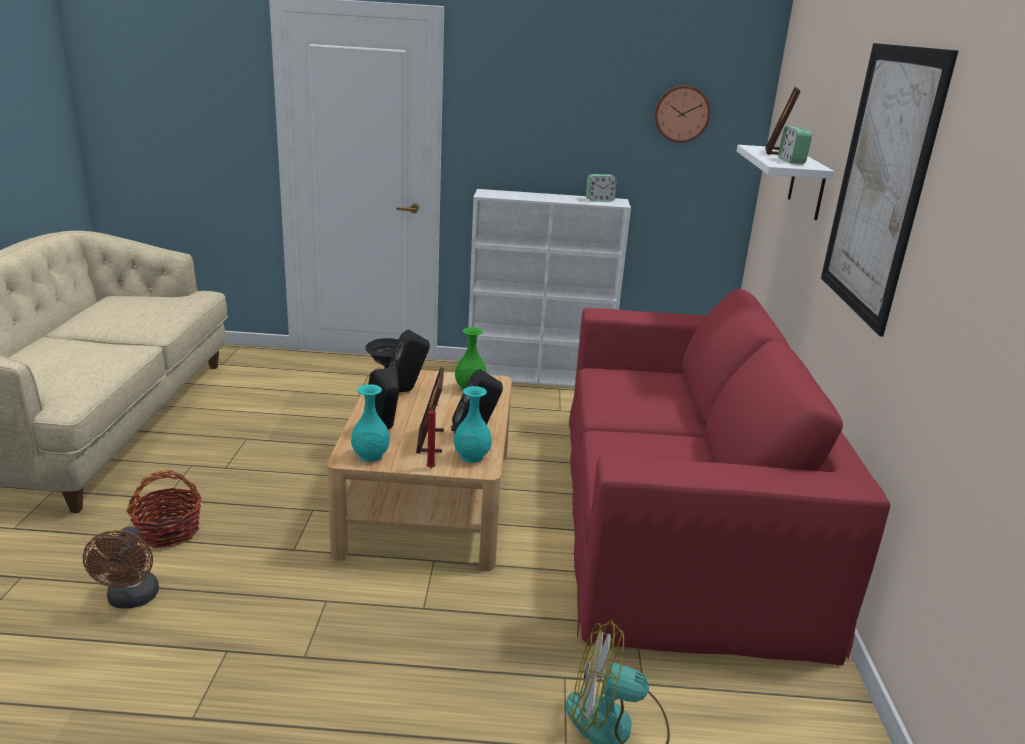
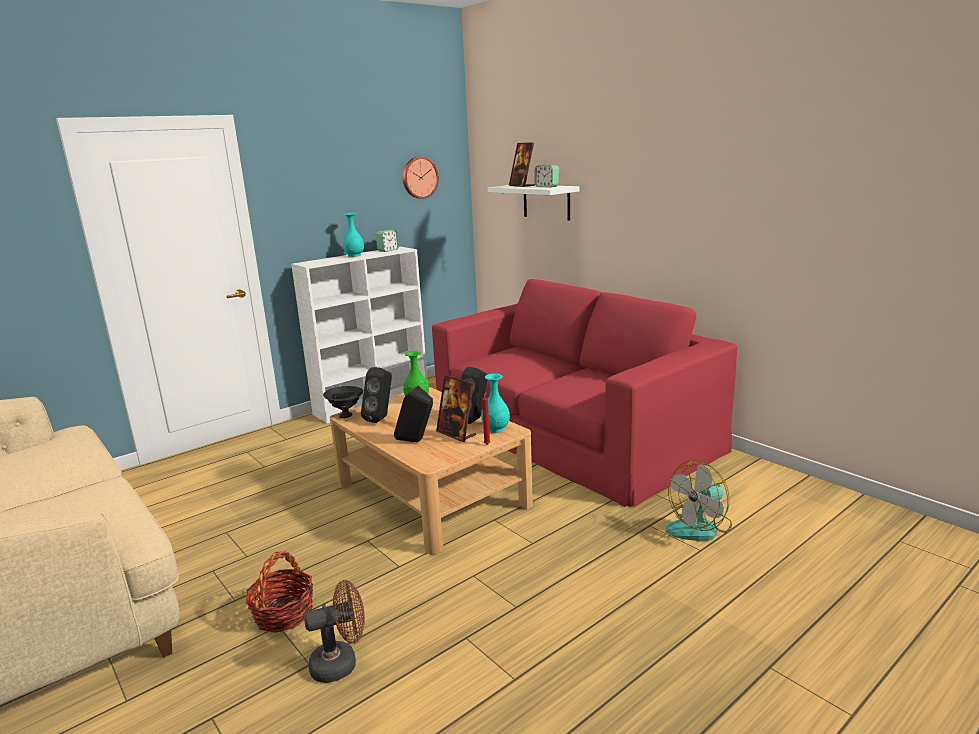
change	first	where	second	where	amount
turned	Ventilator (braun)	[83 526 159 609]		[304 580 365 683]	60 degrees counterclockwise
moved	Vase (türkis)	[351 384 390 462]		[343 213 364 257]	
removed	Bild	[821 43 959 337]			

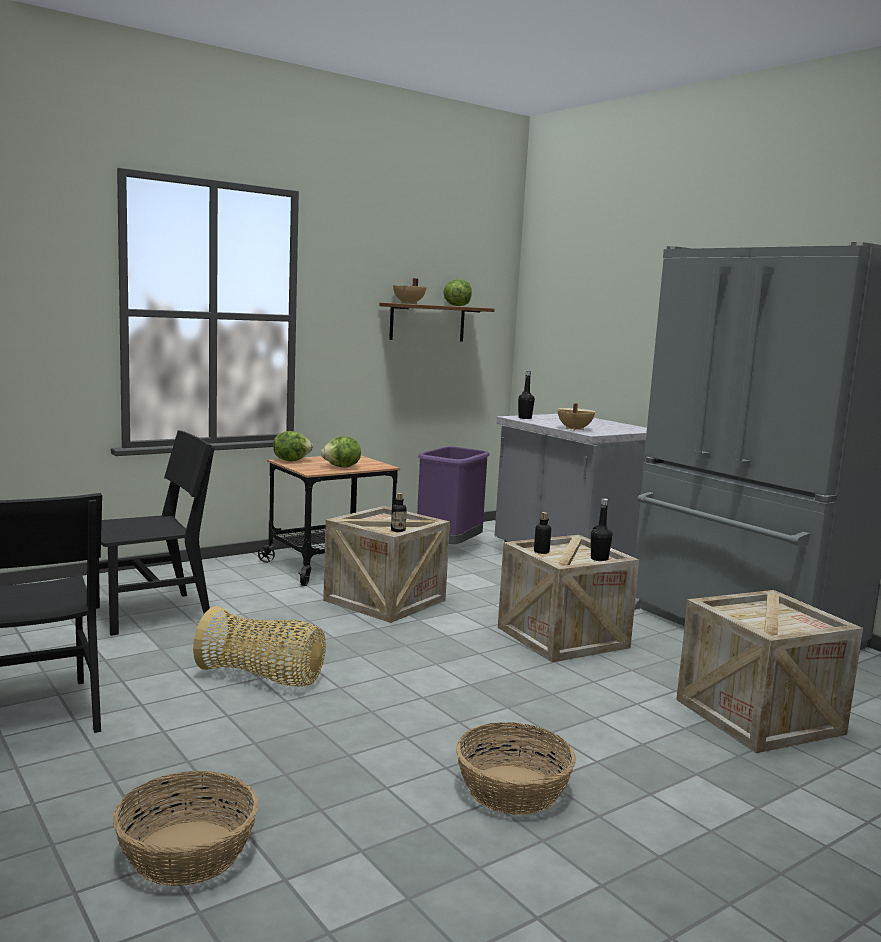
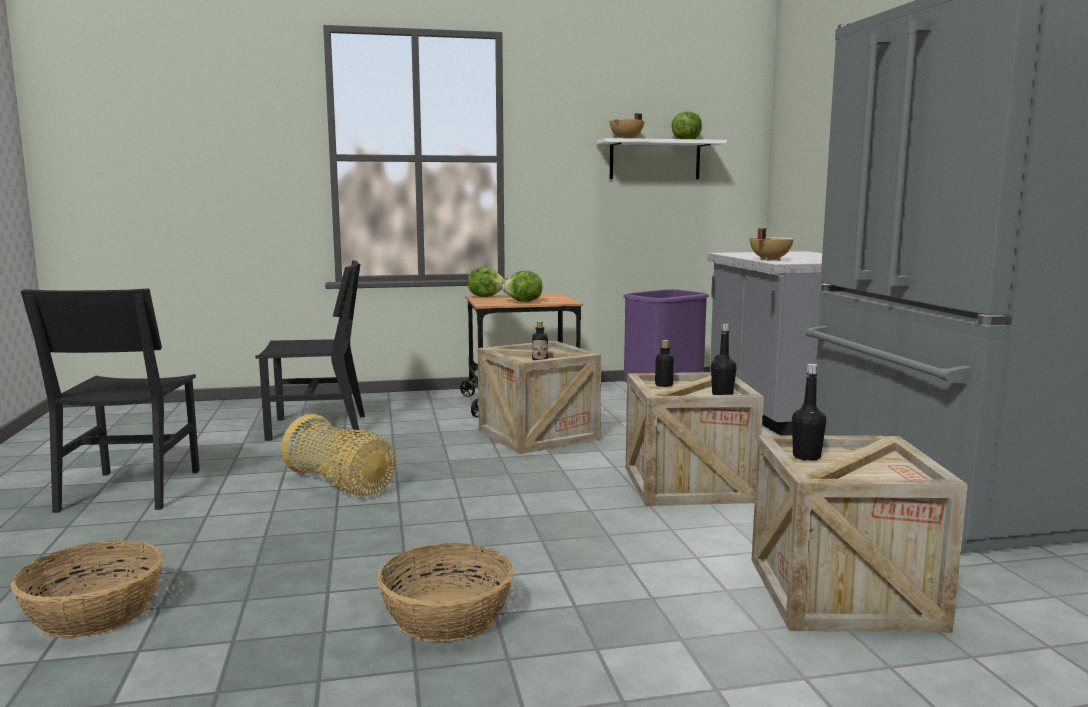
change	first	where	second	where	amount
recoloured	Wandregal (braun)	[379 303 494 341]	Wandregal (weiß)	[597 138 727 179]	
moved	Flasche (schwarz)	[518 371 535 419]		[792 364 826 461]	

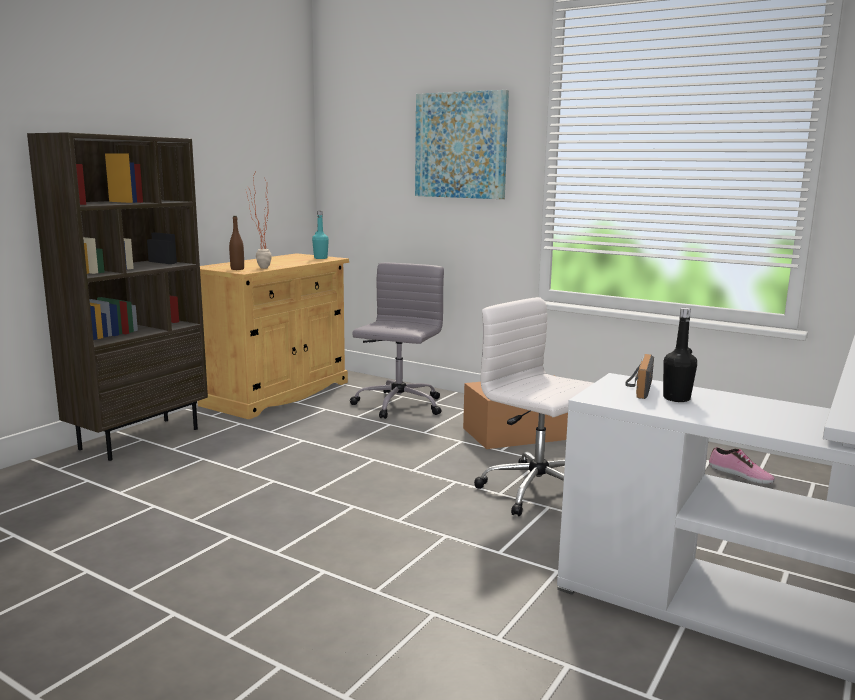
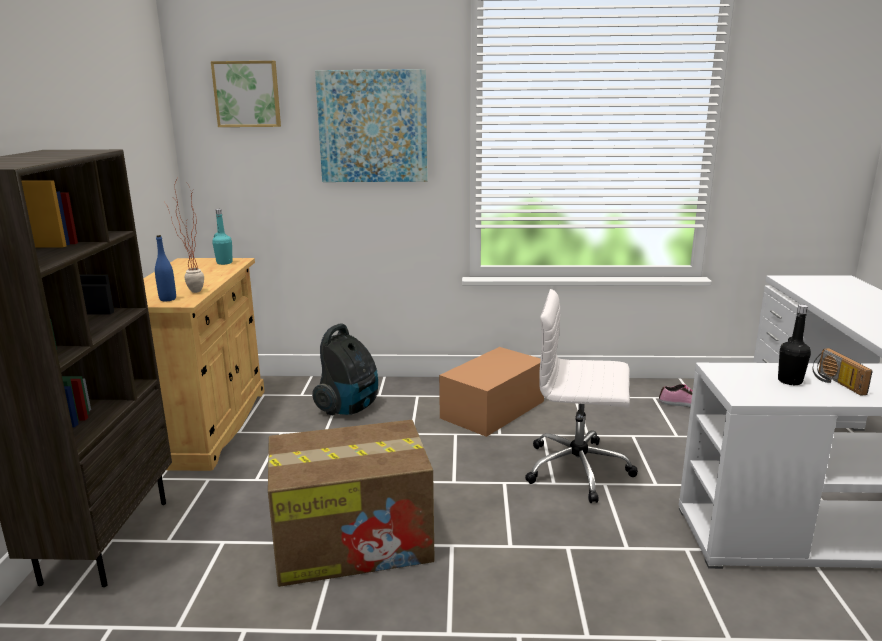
change	first	where	second	where	amount
recoloured	Flasche (braun)	[229 216 244 270]	Flasche (blau)	[155 235 176 301]	
replaced	Bürostuhl (grau)	[350 263 444 419]	Staubsauger	[312 323 378 416]	
moved	Radio	[625 354 654 399]		[813 348 873 396]	
added			Bild	[211 61 281 127]	
added			Karton	[268 420 435 587]	

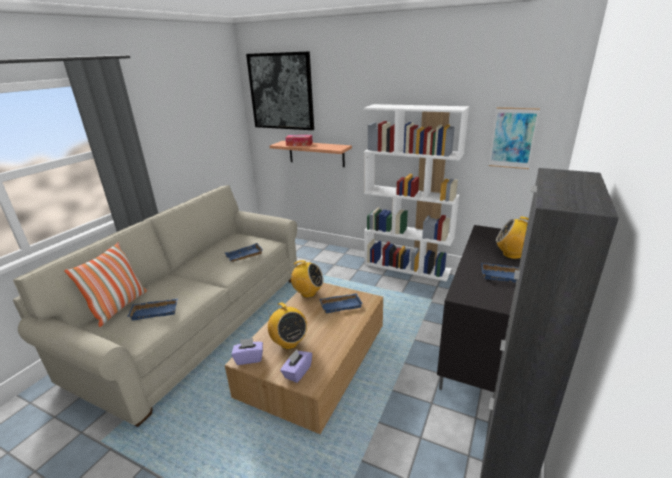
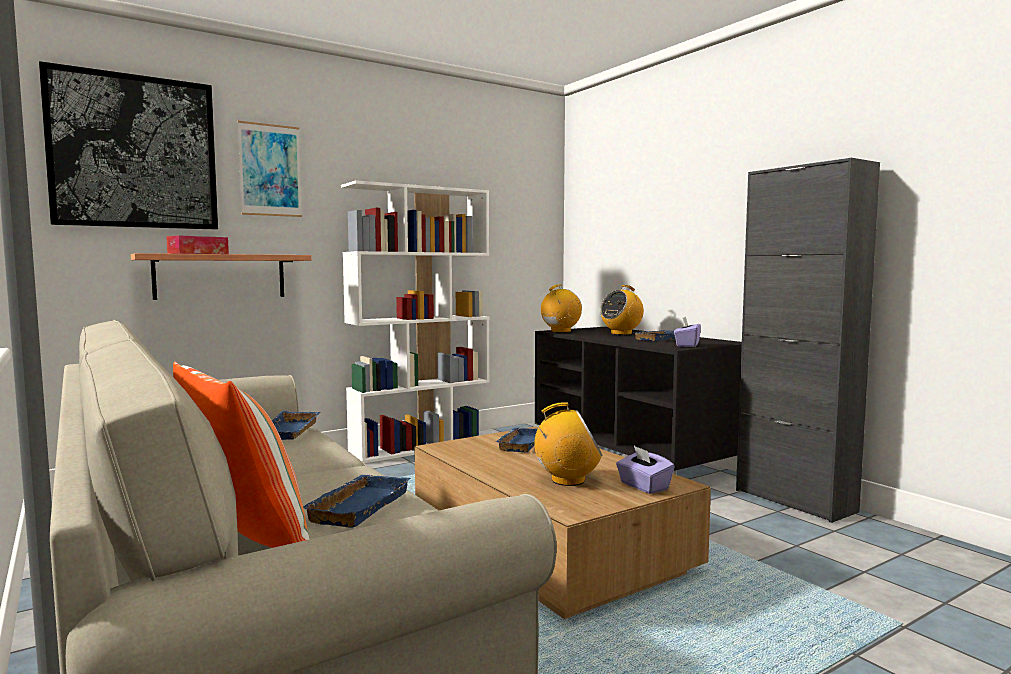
change	first	where	second	where	amount
moved	Taschentuchbox (lila)	[231 338 263 365]		[674 316 701 347]	
moved	Radio	[289 260 324 298]		[541 284 582 333]	
moved	Bild	[488 107 540 169]		[237 121 302 217]	

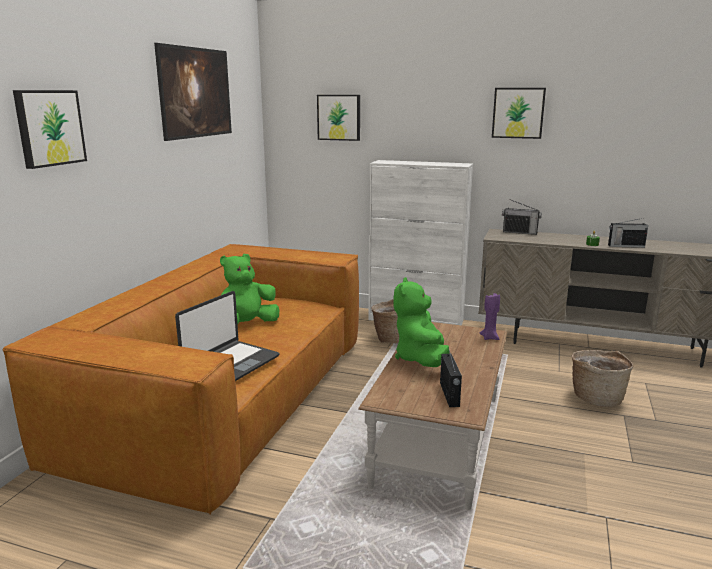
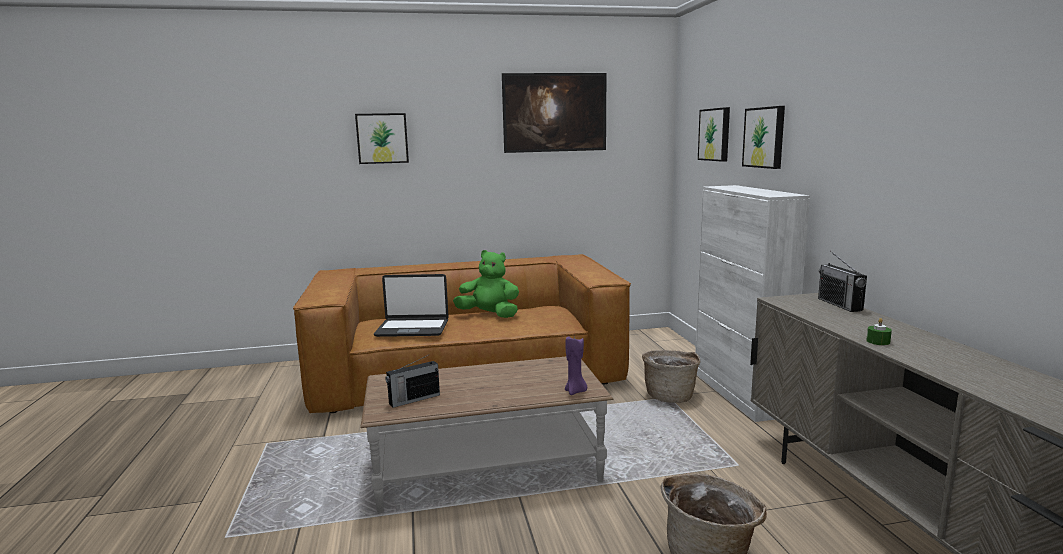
change	first	where	second	where	amount
removed	Plüschtier (grün)	[394 277 450 367]			
moved	Bild	[492 88 546 139]		[742 106 785 169]	
removed	Radio	[608 218 648 248]			

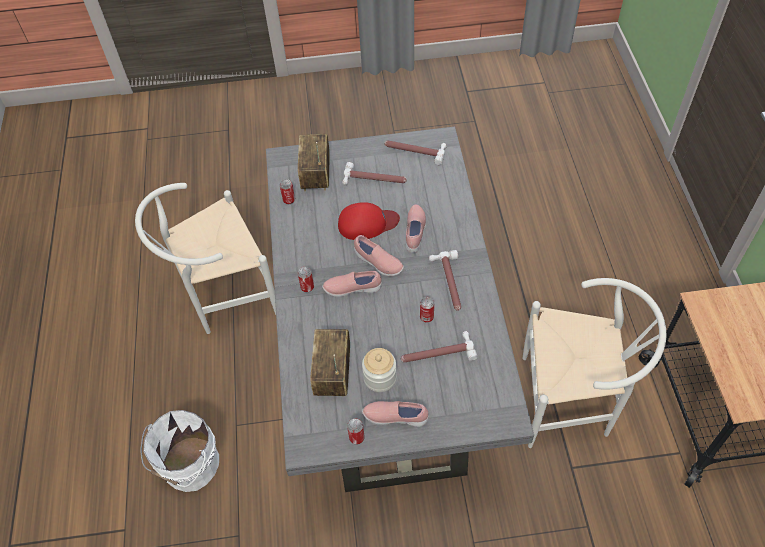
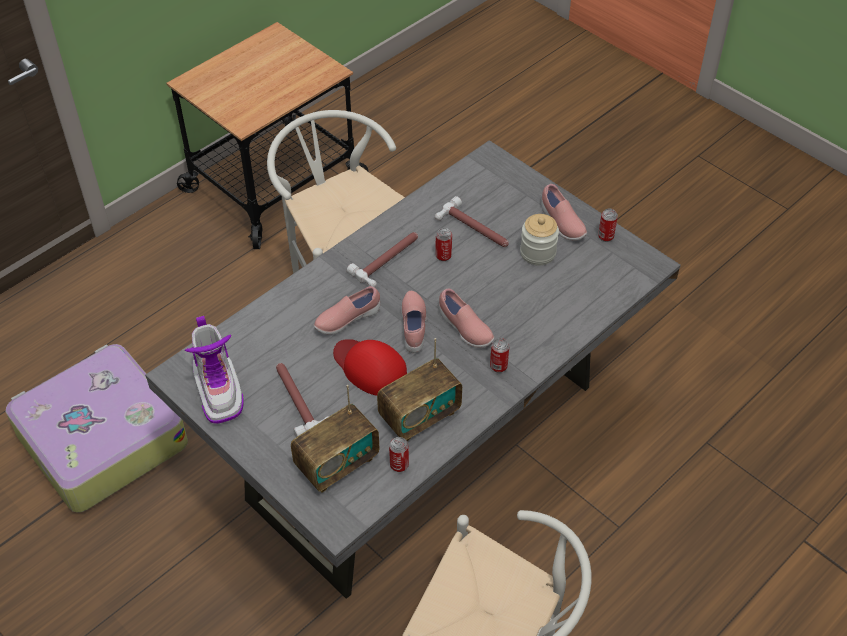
change	first	where	second	where	amount
removed	Eimer (weiß)	[141 410 219 492]			
moved	Radio	[310 329 350 396]		[377 338 462 441]	
replaced	Hammer	[384 141 447 165]	Stiefel	[185 316 244 424]	
added			Koffer	[5 344 188 513]	

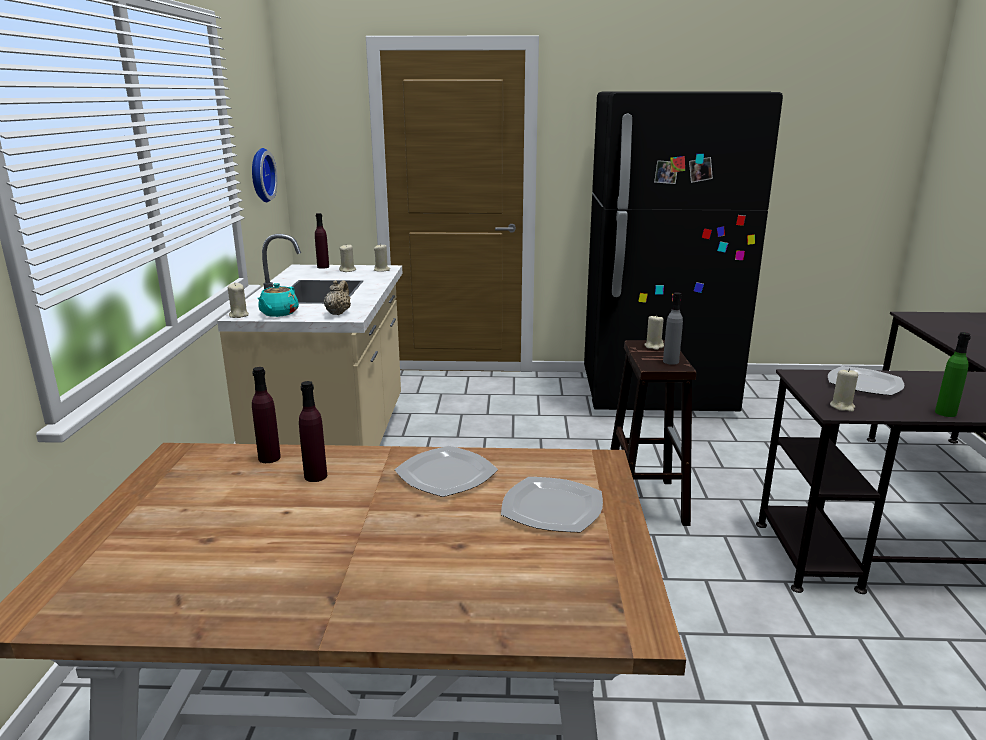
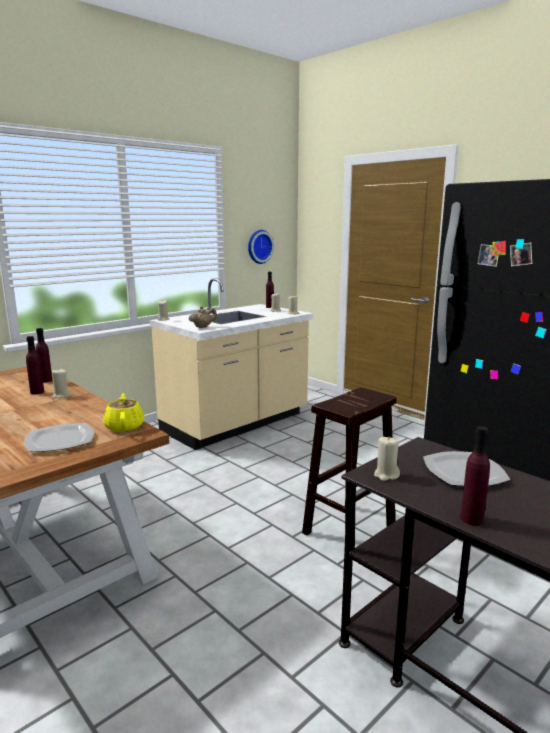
change	first	where	second	where	amount
removed	Teekanne (türkis)	[257 283 299 317]			
removed	Teller	[394 446 498 497]			
moved	Kerze (beige)	[644 314 664 350]		[52 368 71 398]	
removed	Flasche (grau)	[663 292 683 365]			
recoloured	Flasche (grün)	[935 332 971 417]	Flasche (lila)	[460 426 490 526]	
added			Teekanne (gelb)	[103 393 145 432]	

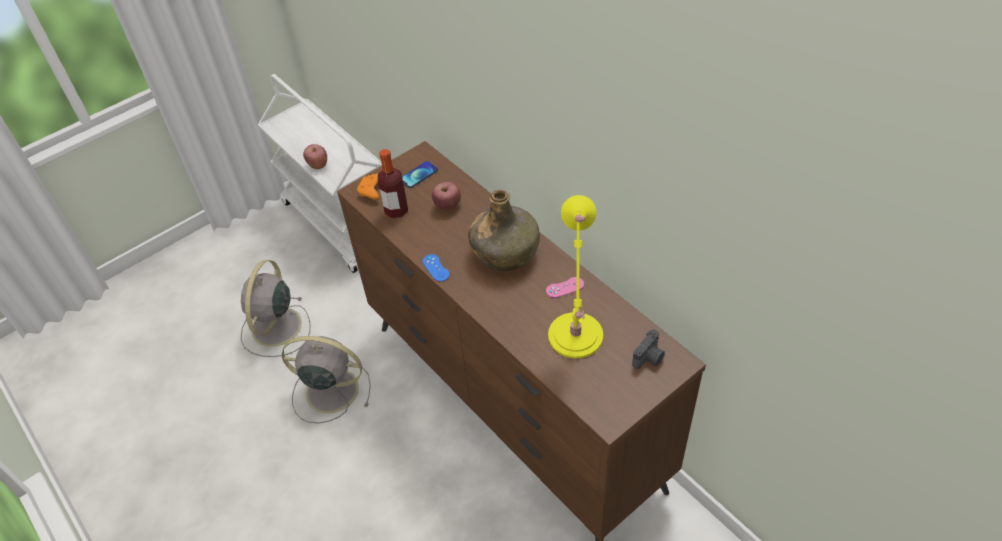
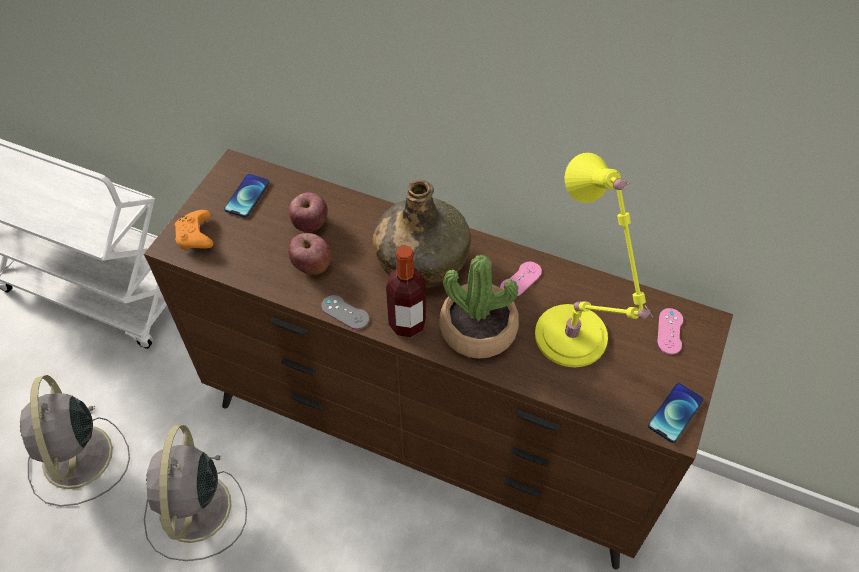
change	first	where	second	where	amount
turned	Ventilator (grau)	[282 336 371 424]		[144 425 247 561]	75 degrees counterclockwise
moved	Apfel	[303 144 327 169]		[288 233 331 275]	
moved	Flasche	[378 149 408 219]		[386 245 426 337]	
recoloured	Gamepad (blau)	[423 254 450 282]	Gamepad (grau)	[321 295 369 329]	
replaced	Kamera	[632 329 665 369]	Gamepad (rosa)	[657 308 683 354]	
added			Topfpflanze	[439 254 519 359]	
added			Handy	[648 383 704 443]	

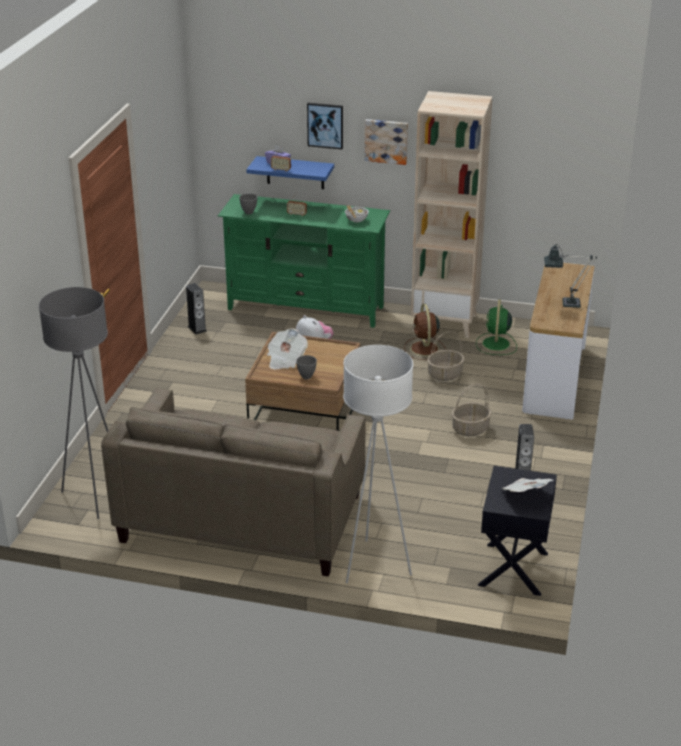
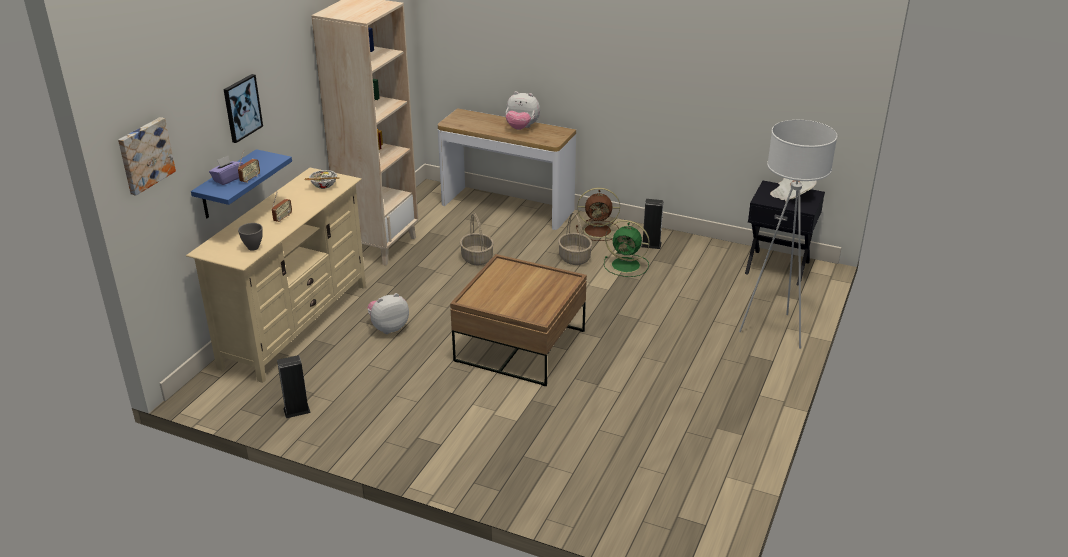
change	first	where	second	where	amount
removed	Stehlampe (grau)	[39 287 109 519]			
removed	Sofa (beige)	[101 388 365 577]			
recoloured	Fernsehschrank (grün)	[218 194 390 328]	Fernsehschrank (beige)	[186 168 366 383]	
removed	Zeitung	[267 328 308 369]			
removed	Schüssel (grau)	[296 355 317 379]			
moved	Bild	[364 119 408 165]		[118 117 176 196]	
moved	Ventilator (braun)	[404 304 446 360]		[576 188 620 241]	
moved	Ventilator (grün)	[476 299 517 355]		[604 220 650 277]	
replaced	Tischlampe	[544 244 597 308]	Plüschtier	[505 91 540 130]	

